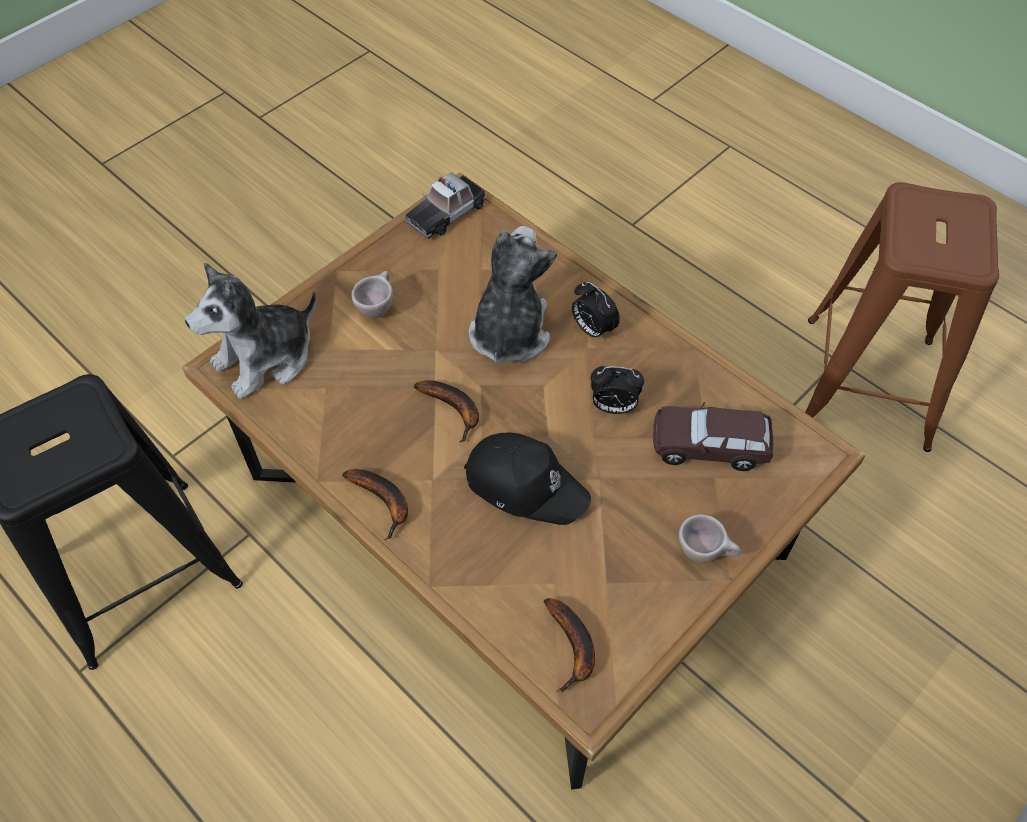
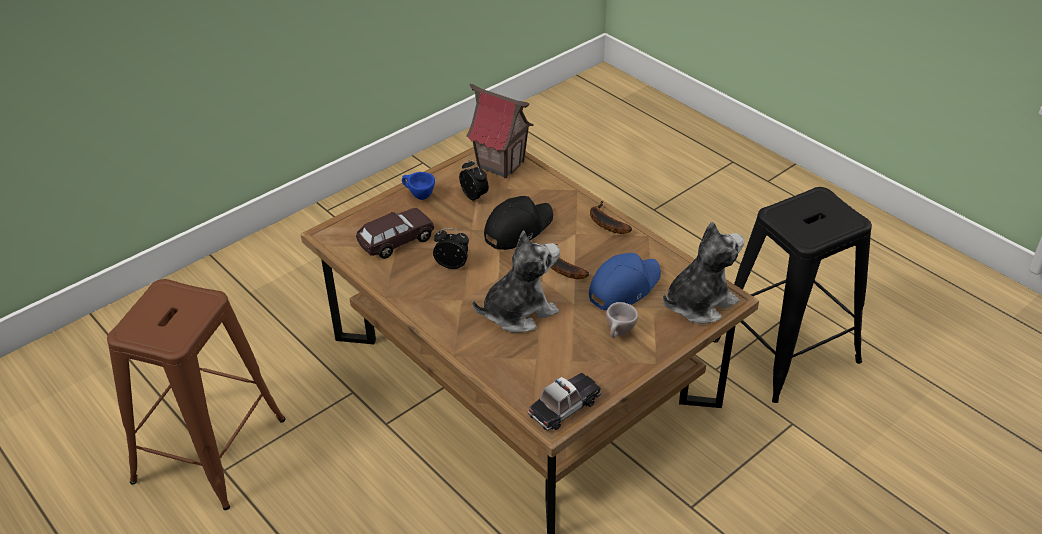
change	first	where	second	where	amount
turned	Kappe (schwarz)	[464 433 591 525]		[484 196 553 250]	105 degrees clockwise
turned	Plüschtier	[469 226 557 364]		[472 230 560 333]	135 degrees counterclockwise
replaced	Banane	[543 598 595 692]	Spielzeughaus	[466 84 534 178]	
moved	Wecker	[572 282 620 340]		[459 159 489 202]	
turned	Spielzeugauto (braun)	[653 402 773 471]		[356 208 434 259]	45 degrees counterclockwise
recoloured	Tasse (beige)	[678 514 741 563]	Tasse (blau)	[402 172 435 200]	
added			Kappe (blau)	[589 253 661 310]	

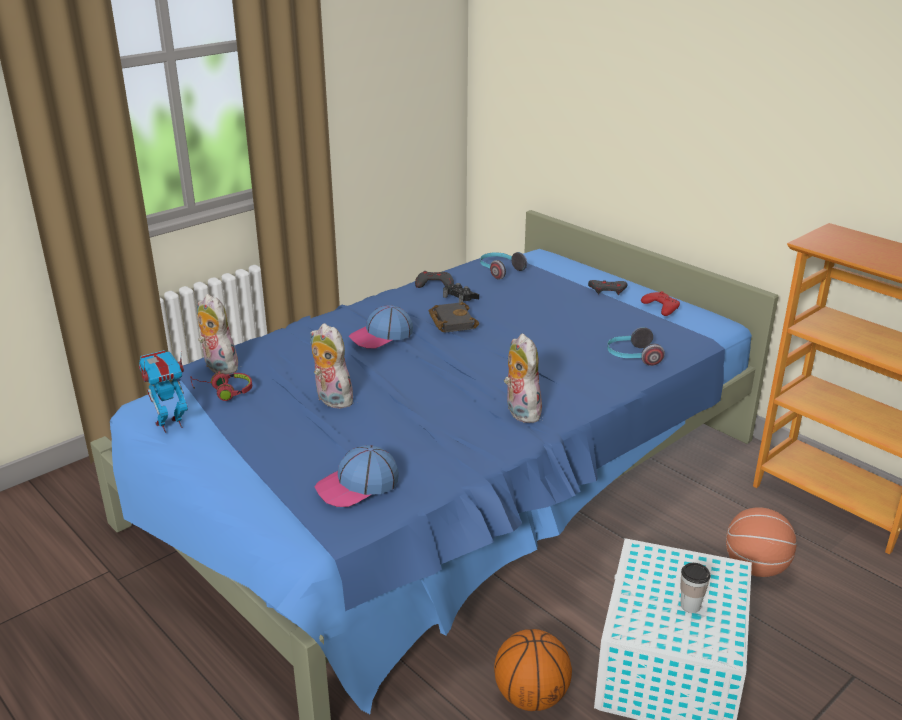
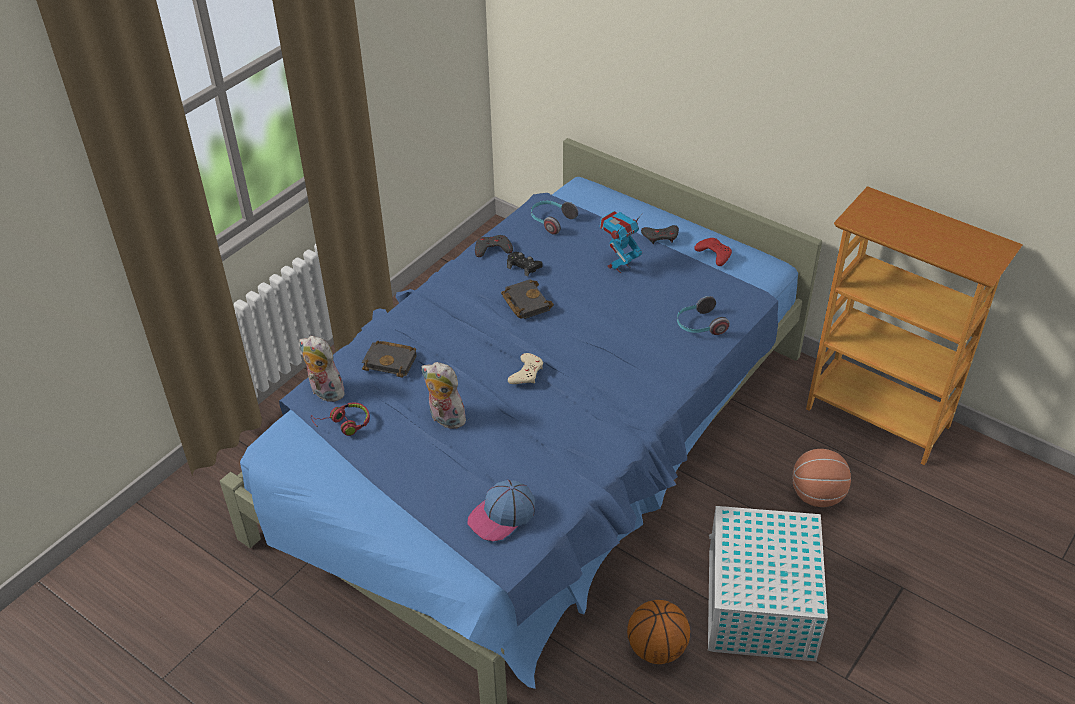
change	first	where	second	where	amount
moved	Spielzeugroboter	[139 350 188 433]		[600 211 642 273]	
removed	Kappe	[349 305 413 349]			
removed	Plüschtier	[504 334 543 423]			
removed	Tasse	[680 563 711 613]			
added			Buch (schwarz)	[362 341 416 377]	
added			Gamepad (beige)	[508 353 543 384]	

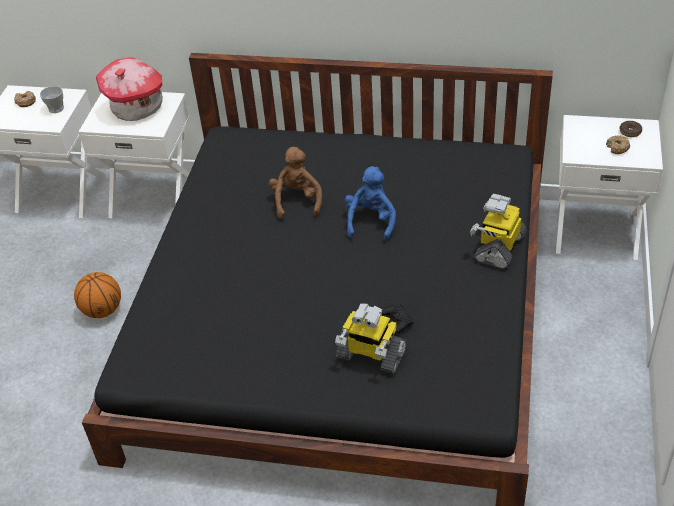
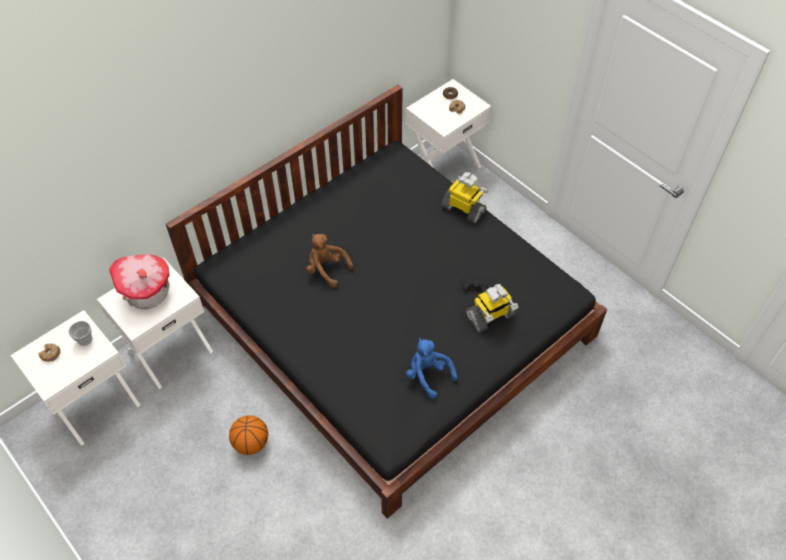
change	first	where	second	where	amount
moved	Plüschtier (blau)	[345 166 396 241]		[406 338 457 399]	
turned	Spielzeugroboter	[470 194 526 269]		[441 172 488 223]	150 degrees clockwise

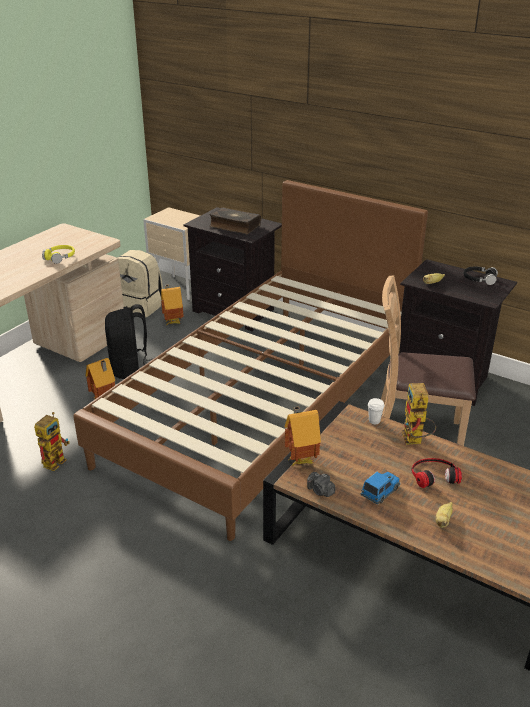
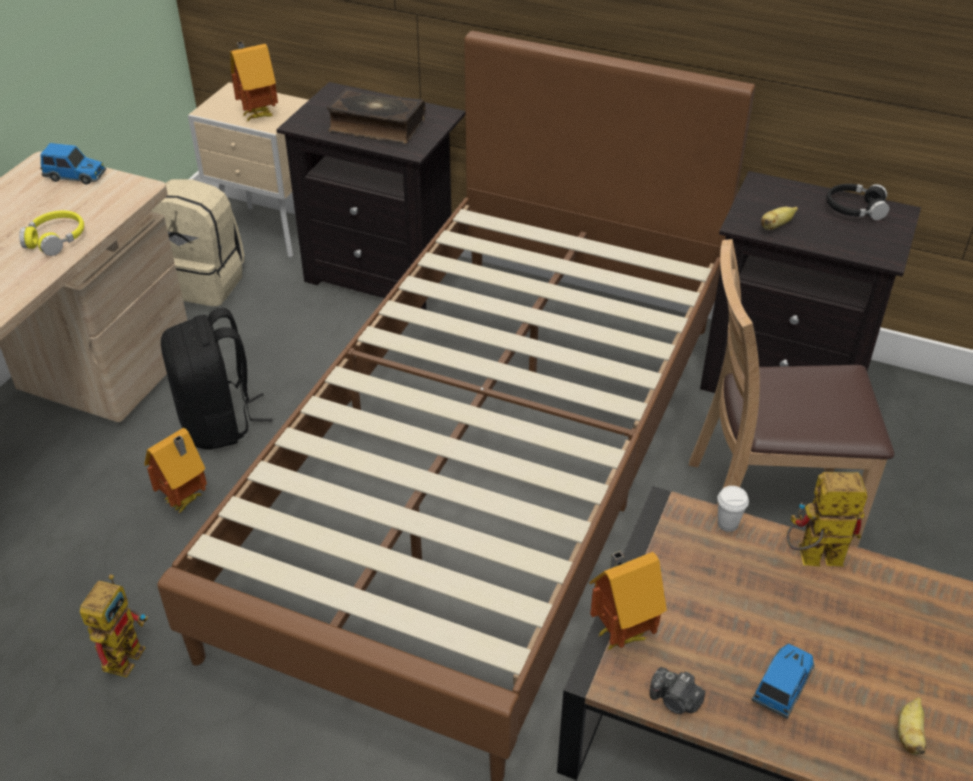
change	first	where	second	where	amount
moved	Spielzeughaus	[161 285 184 325]		[230 41 278 121]	
turned	Spielzeugroboter	[401 383 436 445]		[787 472 868 567]	105 degrees clockwise
removed	Kopfhörer	[412 458 462 488]			
added			Spielzeugauto	[40 143 106 185]	

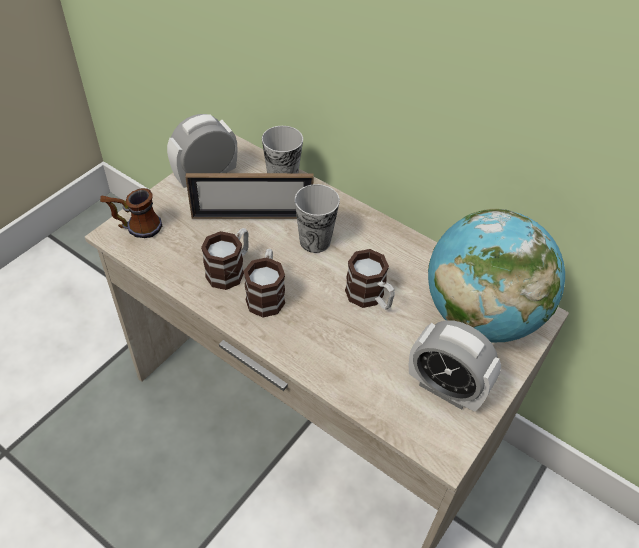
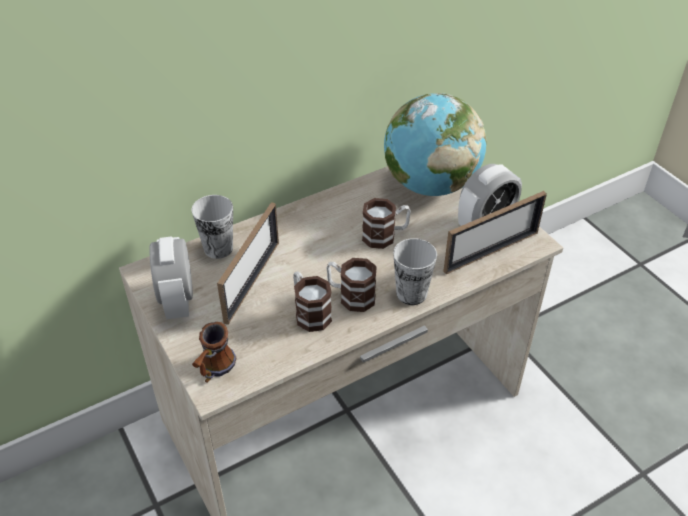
change	first	where	second	where	amount
moved	Tasse	[295 184 340 253]		[393 238 437 305]	
added			Bilderrahmen	[443 191 547 274]	

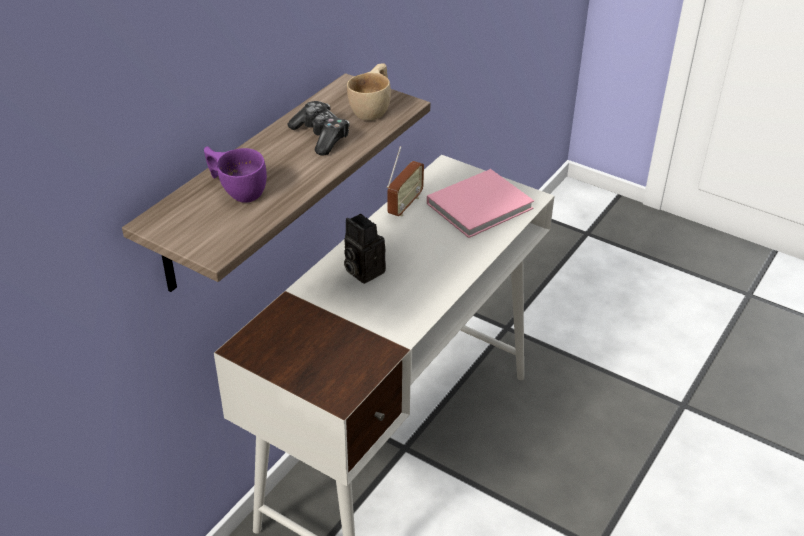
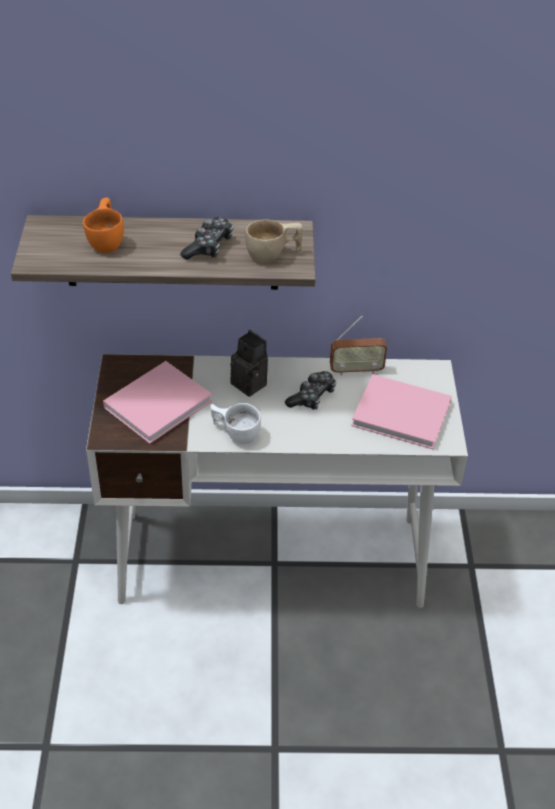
change	first	where	second	where	amount
recoloured	Tasse (lila)	[204 146 267 202]	Tasse (orange)	[83 198 124 253]	
turned	Kamera	[344 214 386 284]		[230 330 268 397]	120 degrees clockwise
added			Buch (rosa)	[103 361 212 444]	
added			Tasse (weiß)	[211 403 261 444]	
added			Gamepad	[285 371 336 410]	

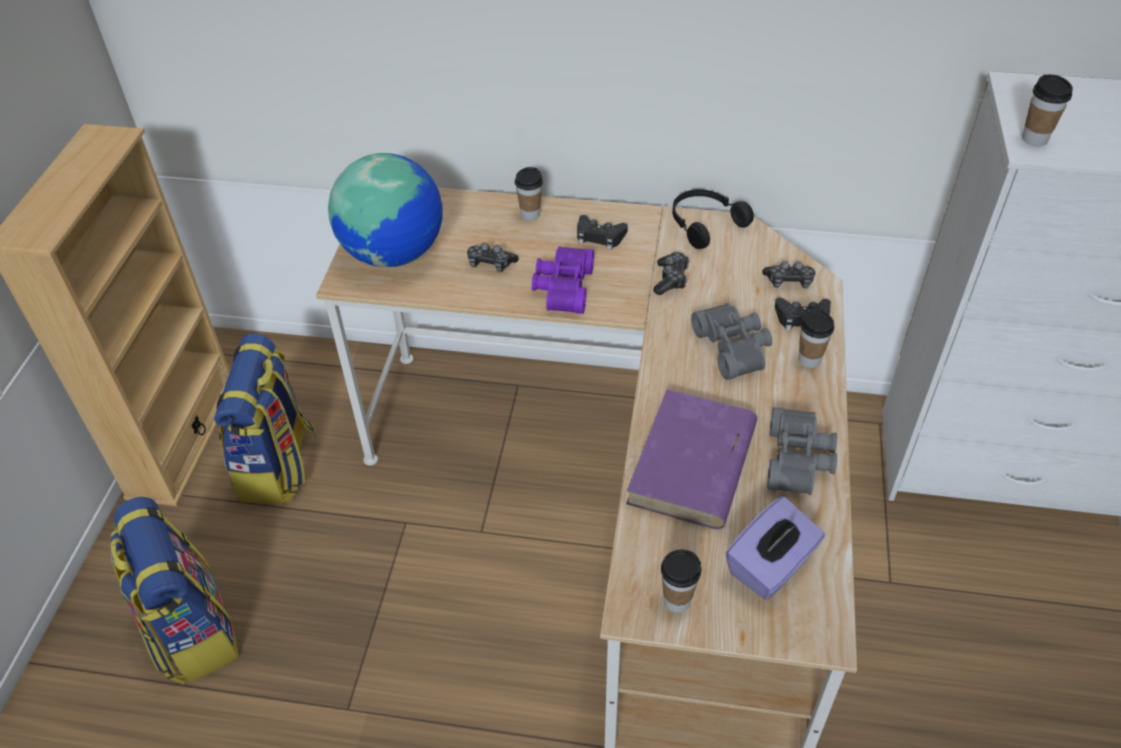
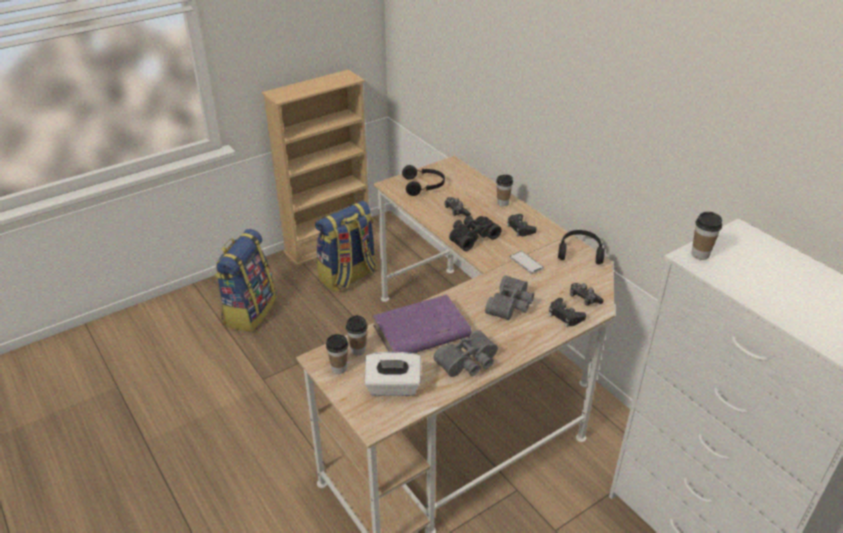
change	first	where	second	where	amount
replaced	Globus	[328 153 443 267]	Kopfhörer (schwarz)	[402 165 445 196]	
recoloured	Fernglas (lila)	[532 246 594 314]	Fernglas (schwarz)	[449 216 502 251]	
replaced	Gamepad	[653 252 690 295]	Handy	[509 251 544 274]	
recoloured	Taschentuchbox (lila)	[726 496 825 600]	Taschentuchbox (weiß)	[364 352 421 396]	
moved	Tasse	[798 309 834 368]		[346 315 368 356]	

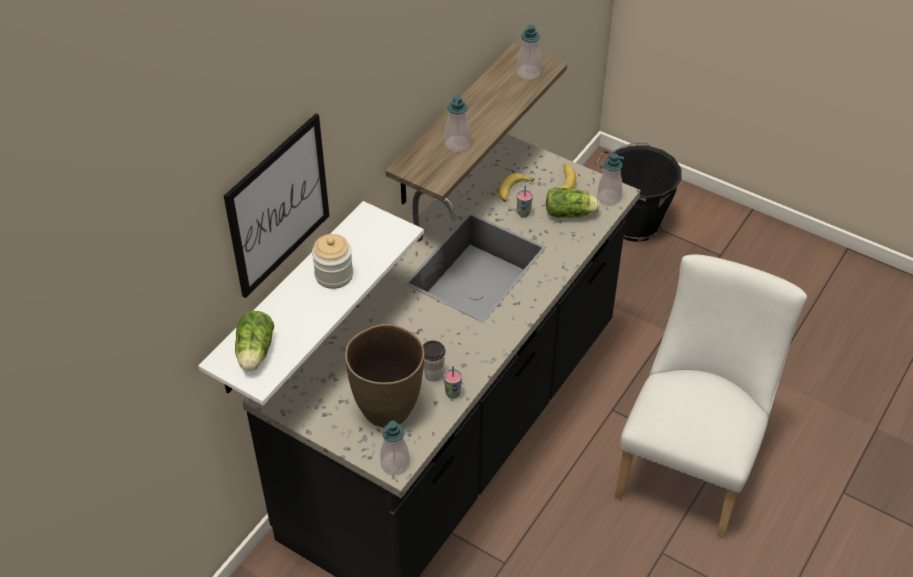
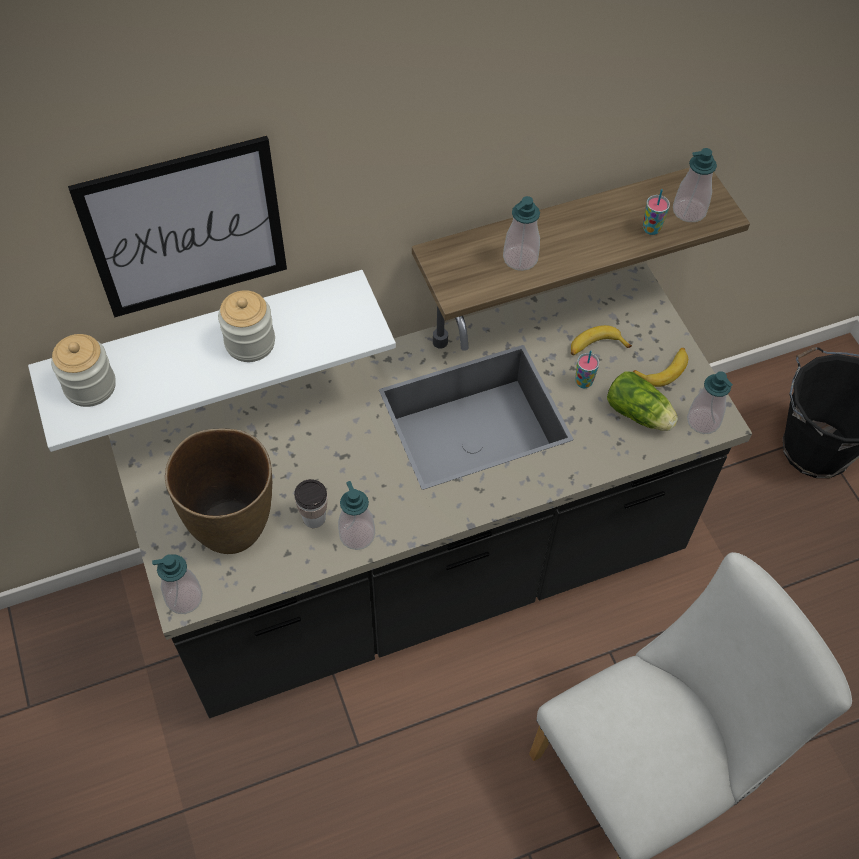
change	first	where	second	where	amount
replaced	Salatkopf	[235 311 274 372]	Vorratsglas	[51 334 116 407]	
moved	Tasse	[444 366 462 399]		[643 189 670 235]	
added			Seifenspender	[338 481 375 550]	

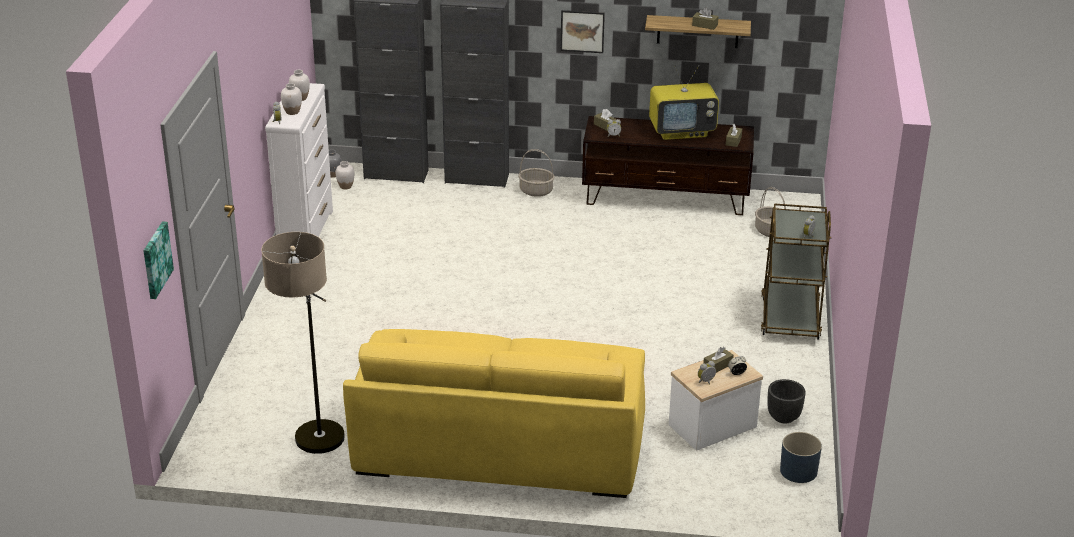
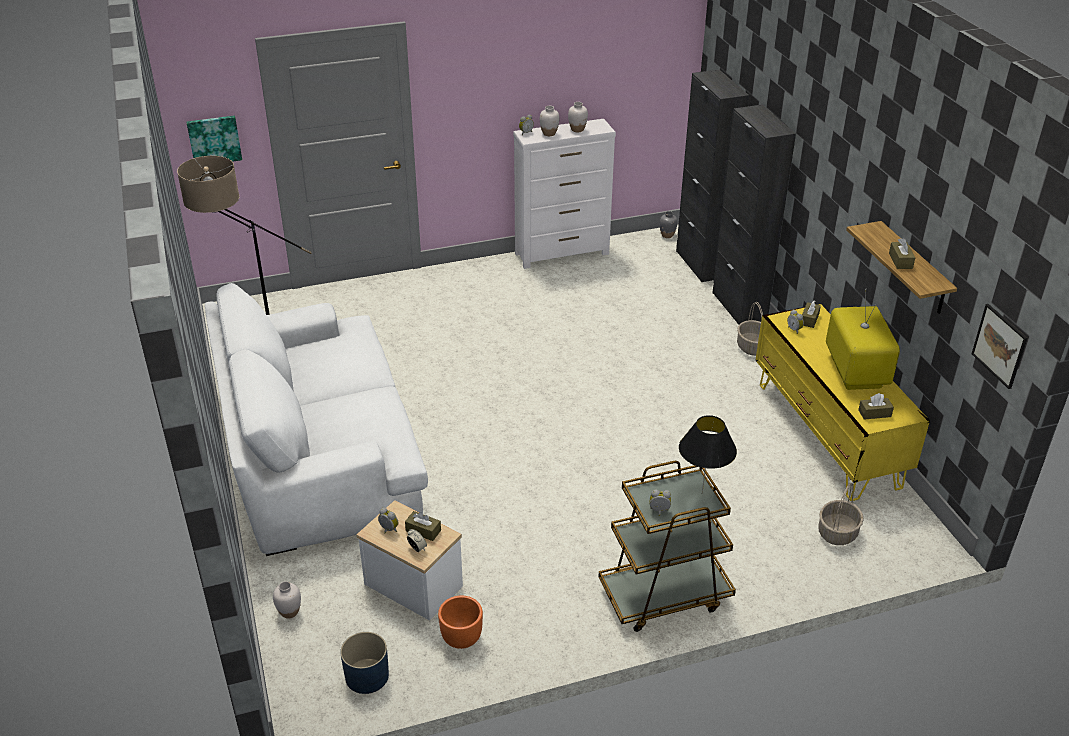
change	first	where	second	where	amount
moved	Vase (weiß)	[336 161 354 189]		[273 581 301 619]	
recoloured	Sofa (gelb)	[343 329 645 498]	Sofa (weiß)	[205 283 428 556]	
moved	Bild	[561 10 605 53]		[972 304 1027 389]	
recoloured	Fernsehschrank (braun)	[582 116 754 215]	Fernsehschrank (gelb)	[755 304 930 501]	
turned	Fernseher	[649 65 719 140]		[826 289 900 390]	150 degrees counterclockwise
recoloured	Pflanzkübel (schwarz)	[767 379 806 423]	Pflanzkübel (orange)	[438 596 483 649]	
added			Tischlampe (schwarz)	[679 415 737 494]	

